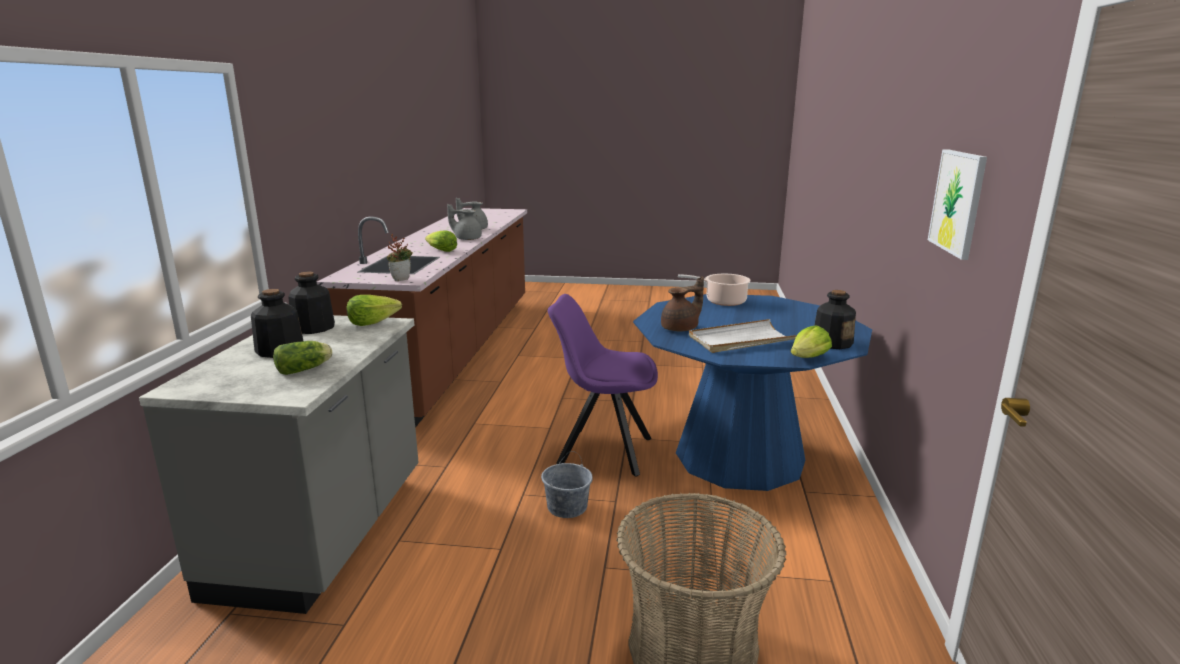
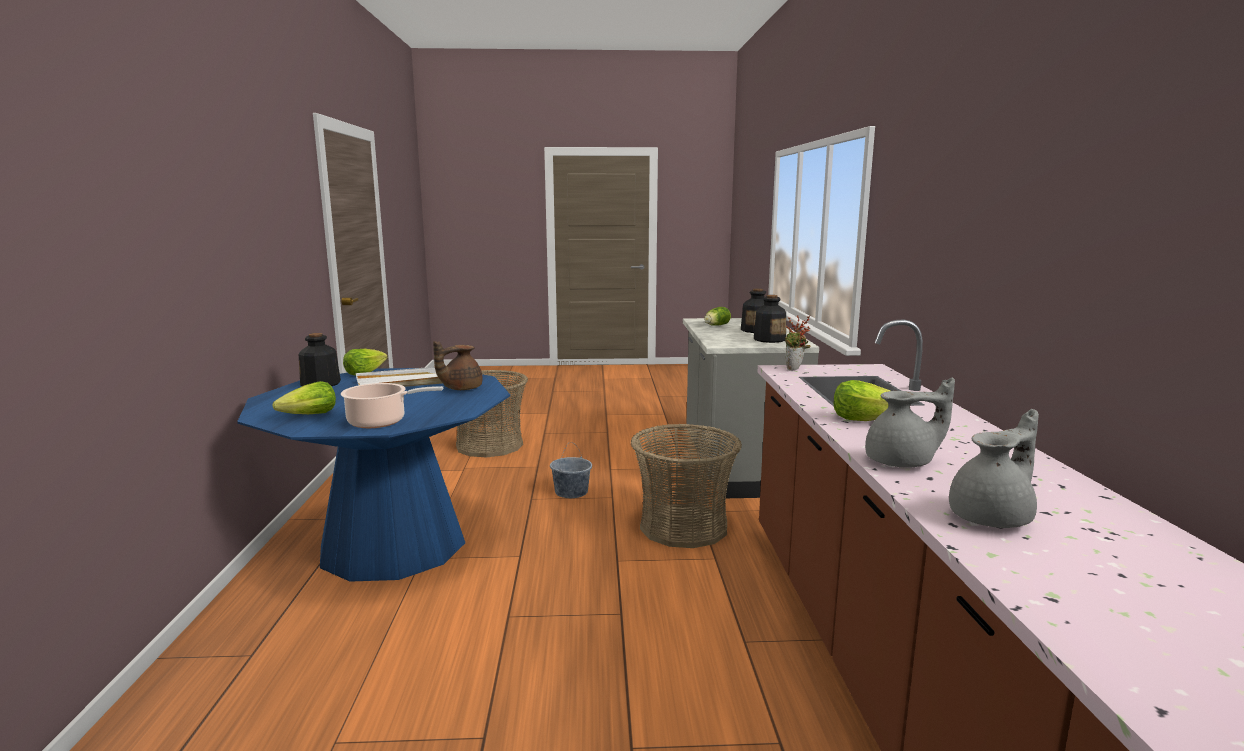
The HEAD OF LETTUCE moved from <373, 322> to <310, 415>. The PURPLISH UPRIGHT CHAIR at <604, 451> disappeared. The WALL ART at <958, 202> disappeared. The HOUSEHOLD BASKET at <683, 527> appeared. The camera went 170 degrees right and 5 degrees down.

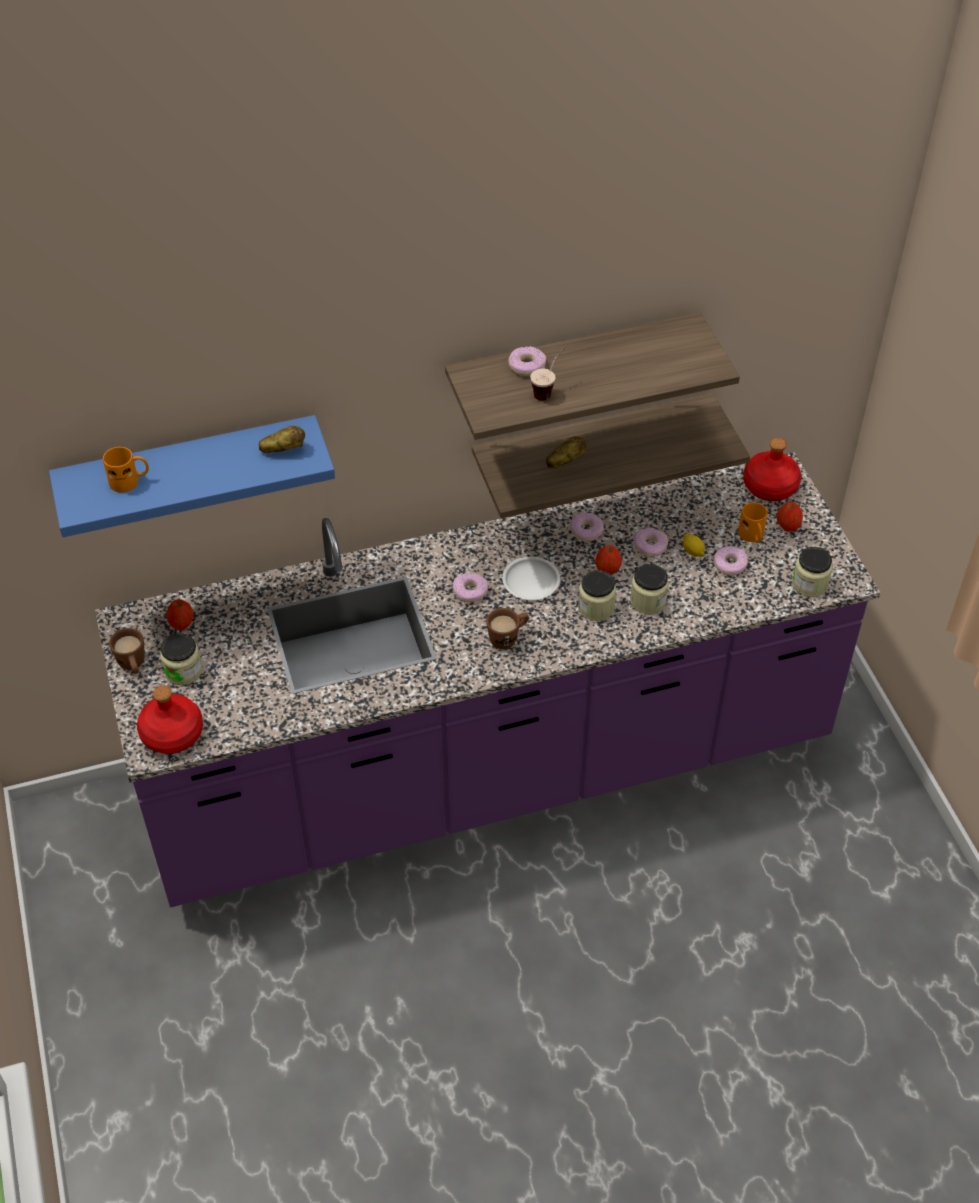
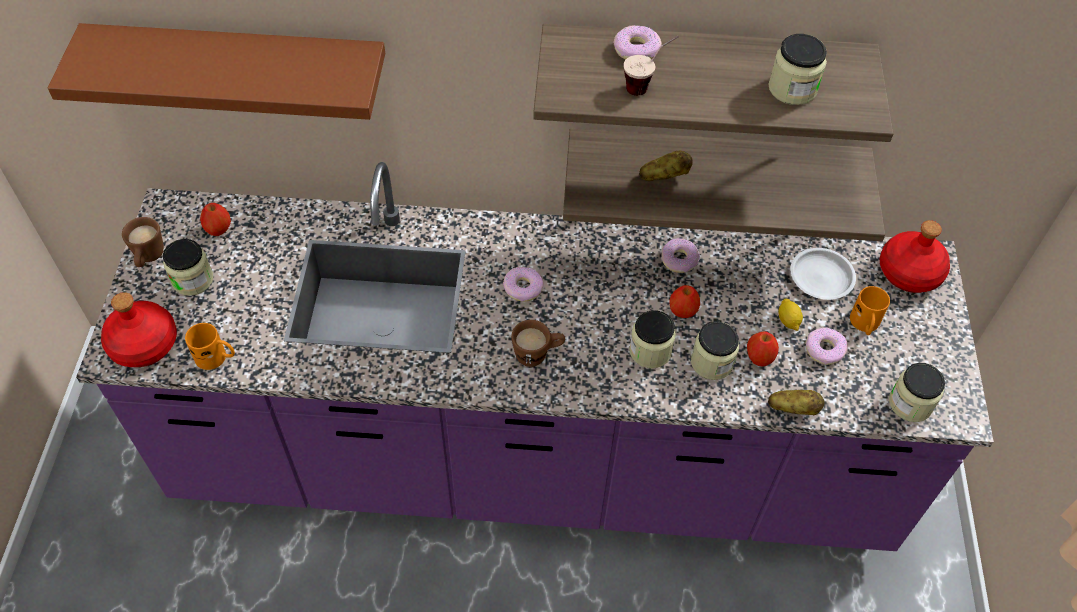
The BLUISH SHELF at <189, 471> became the BROWN SHELF at <240, 68>. The ORANGE COFFEE MUG moved from <130, 481> to <217, 357>. The SPUD moved from <283, 449> to <793, 408>. The WHITE-COLOURED FLAT DISH moved from <530, 582> to <821, 277>. The DONUT at <650, 546> disappeared. The APPLE FRUIT moved from <788, 527> to <759, 358>. The JAR at <792, 88> appeared. The camera went 20 degrees right and 5 degrees up.

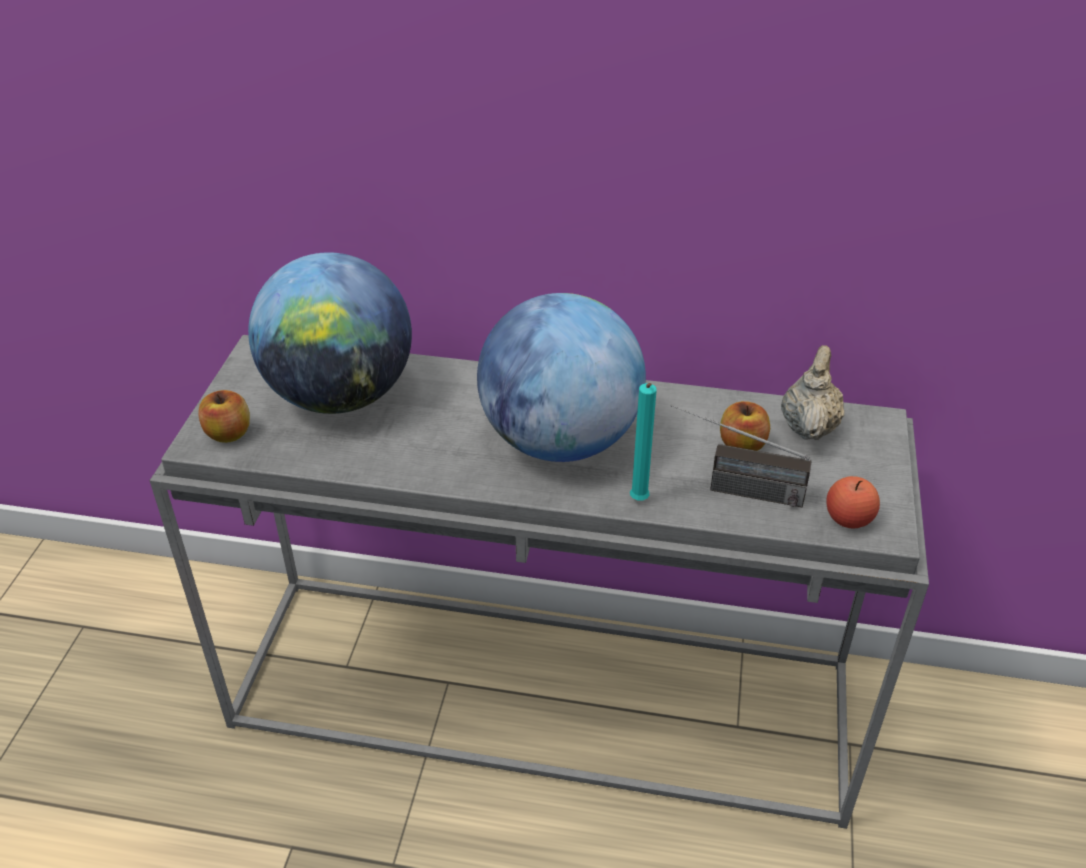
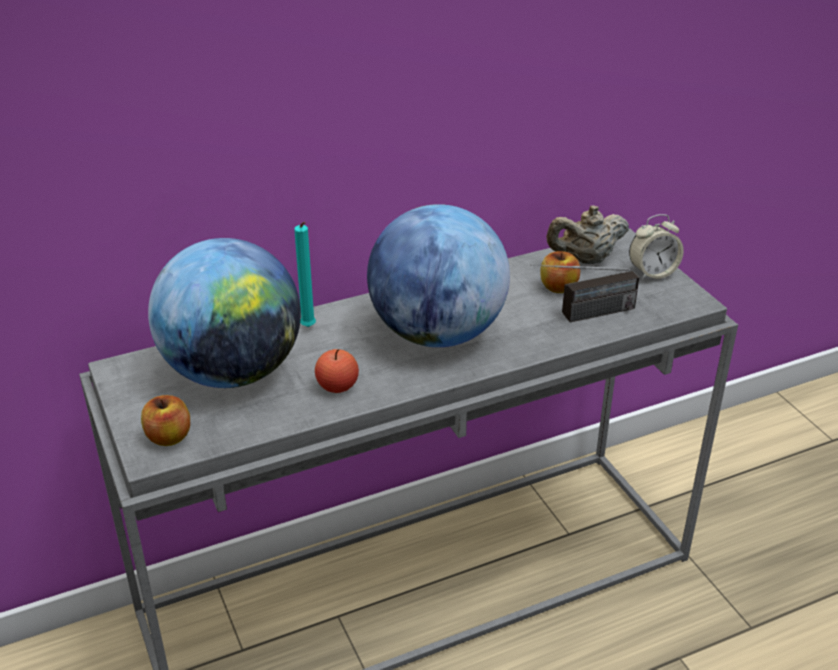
The TURQUOISE-COLOURED CANDLE moved from <638, 502> to <309, 328>. The BEIGE TEAPOT at <808, 426> turned 90 degrees counterclockwise. The APPLE FRUIT moved from <848, 518> to <337, 386>. The ALARM CLOCK at <652, 273> appeared. The camera went 35 degrees left and 5 degrees down.

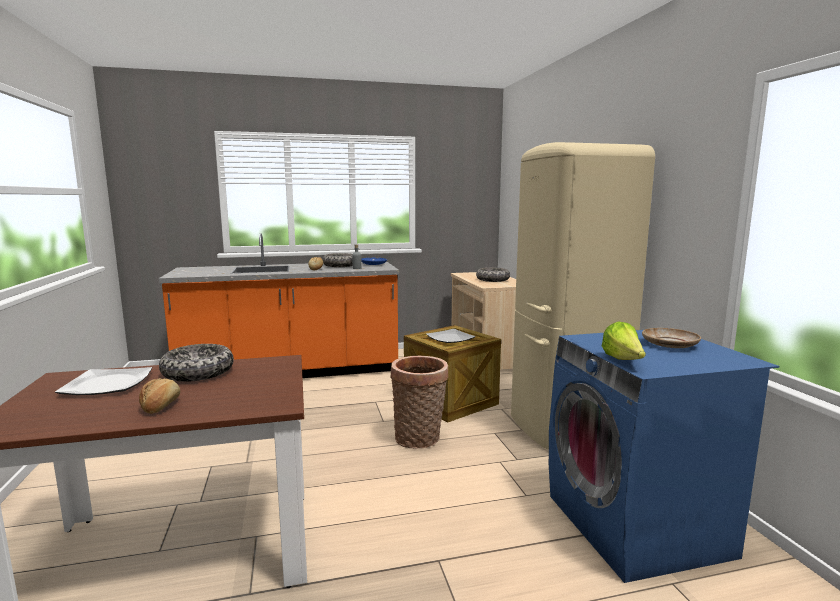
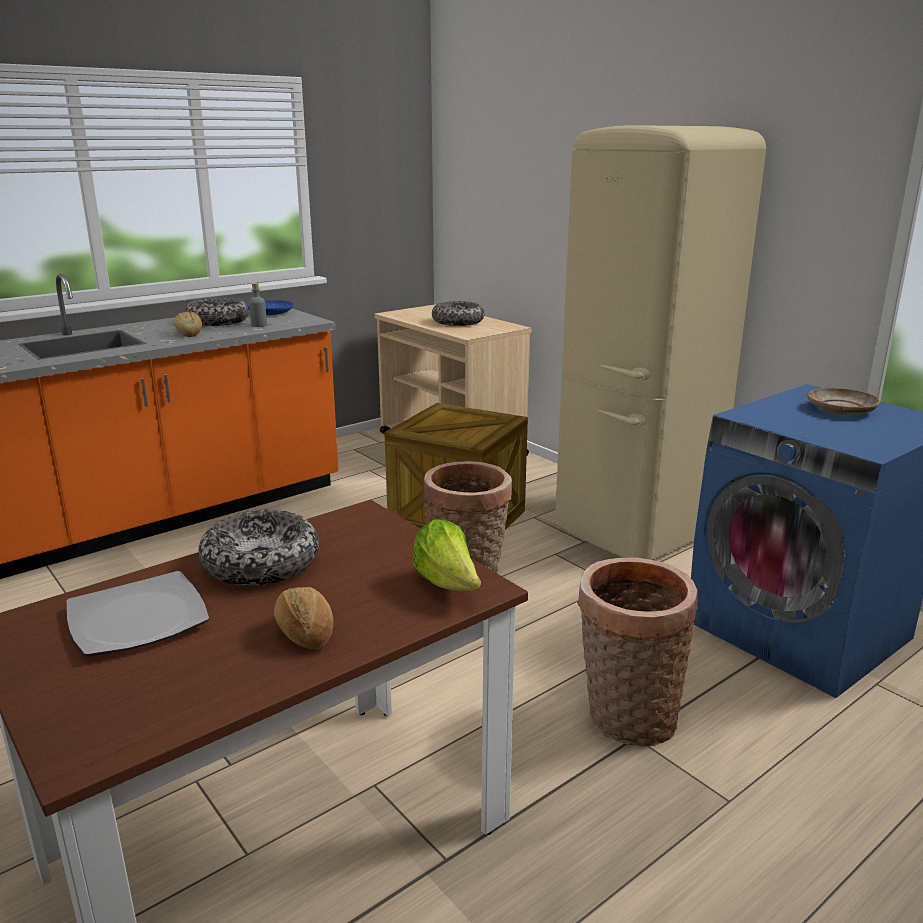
The FLAT DISH at <451, 338> disappeared. The HEAD OF LETTUCE moved from <623, 361> to <448, 584>. The HOUSEHOLD BASKET at <626, 718> appeared. The camera went 25 degrees left and 10 degrees up.

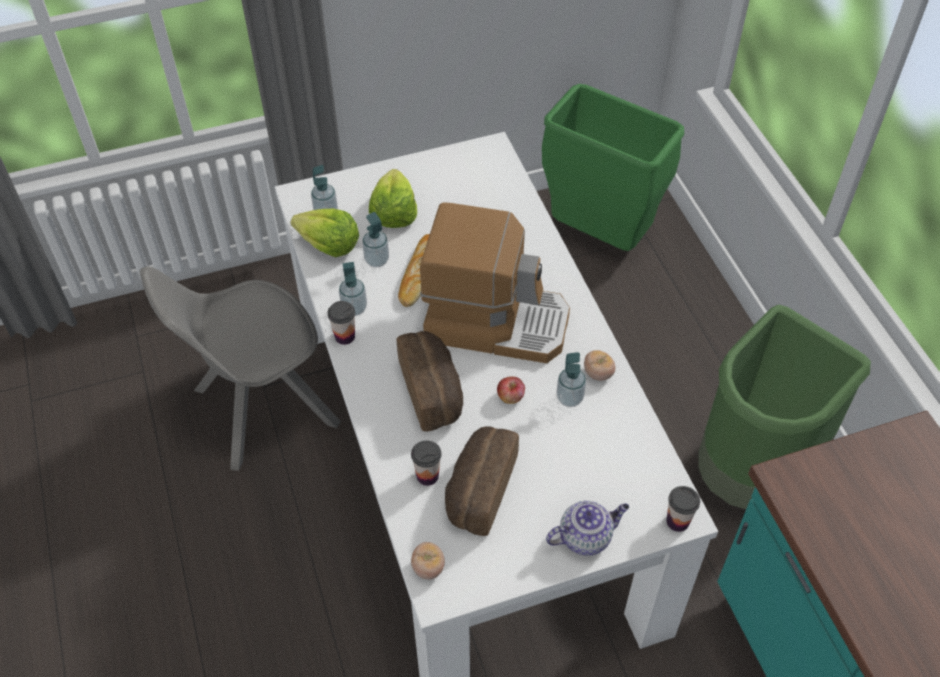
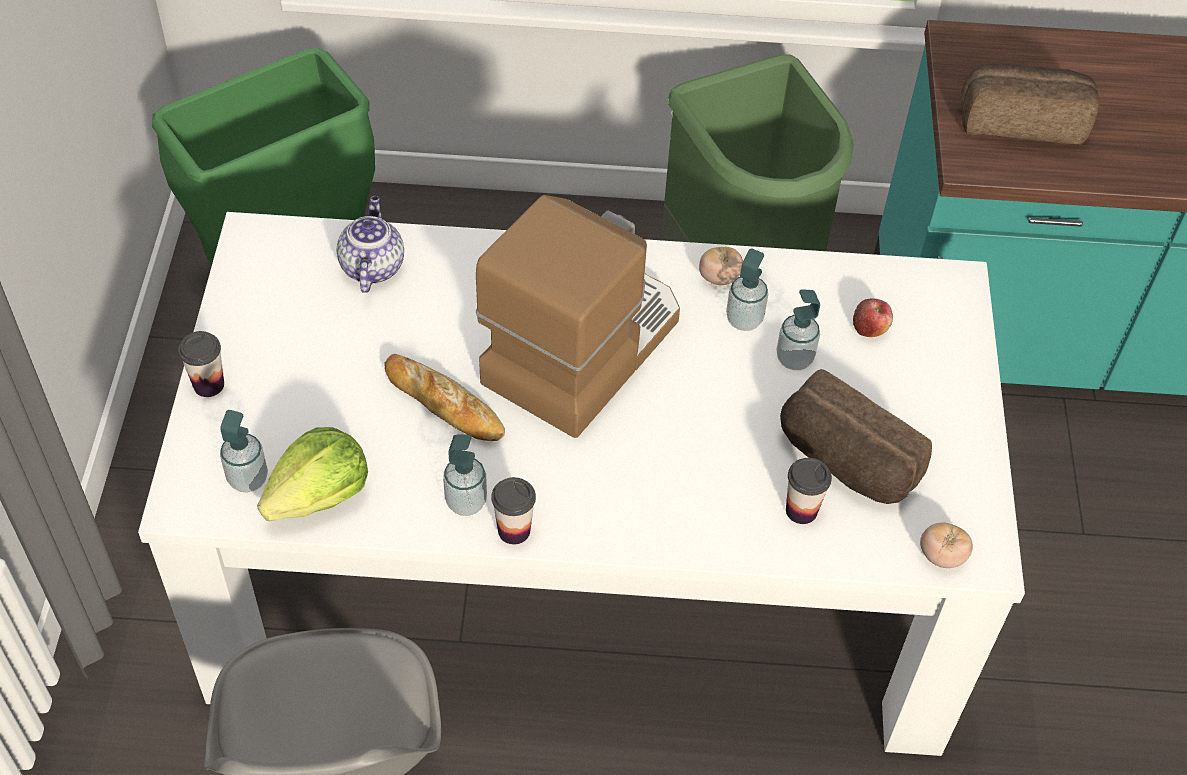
The LIQUID SOAP BOTTLE moved from <377, 260> to <794, 359>. The HEAD OF LETTUCE at <393, 213> disappeared. The BREAD moved from <433, 391> to <1021, 120>. The APPLE FRUIT moved from <510, 397> to <870, 328>. The TEAPOT moved from <586, 536> to <371, 266>. The CUP moved from <677, 521> to <208, 385>. The camera went 70 degrees left and 0 degrees up.

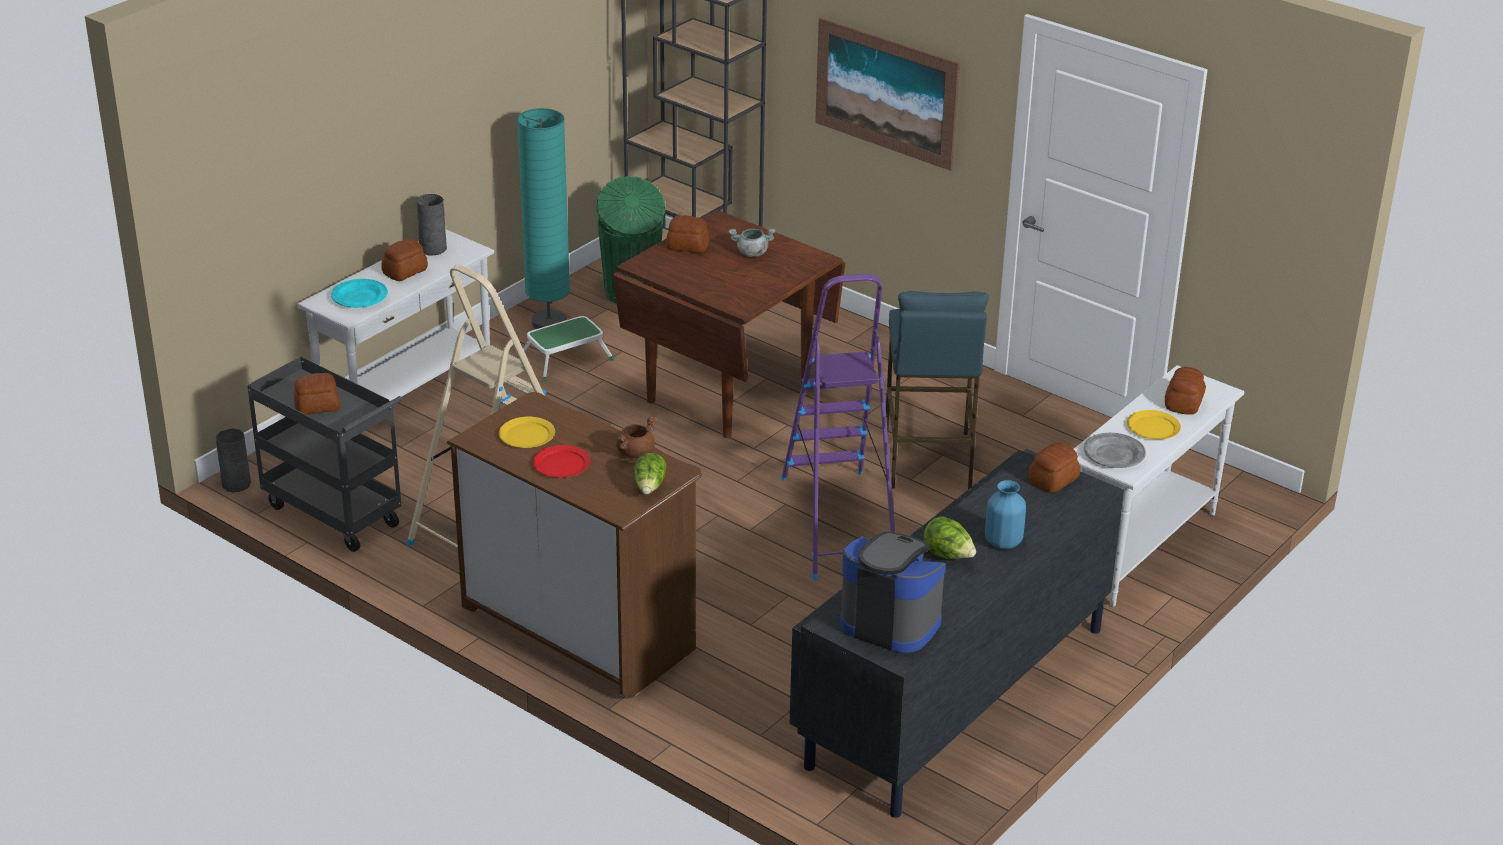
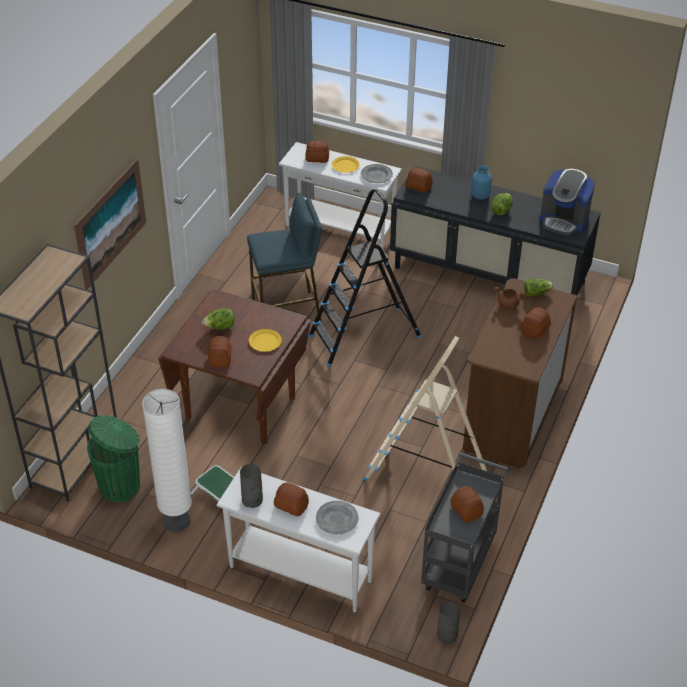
The TURQUOISE-COLOURED FLAT DISH at <359, 297> became the GREYISH FLAT DISH at <337, 519>. The YELLOW FLAT DISH moved from <527, 435> to <265, 341>. The TURQUOISE-COLOURED STANDARD LAMP at <549, 323> became the WHITE-COLOURED STANDARD LAMP at <176, 521>. The RED-COLOURED FLAT DISH at <561, 464> was replaced by the BREAD at <535, 329>. The GREYISH COOKING POT at <751, 253> was replaced by the HEAD OF LETTUCE at <220, 327>. The PURPLISH STEP STOOL at <837, 523> became the BLACK-COLOURED STEP STOOL at <364, 336>. The COFFEE MACHINE at <890, 622> turned 75 degrees counterclockwise. The camera went 105 degrees left and 10 degrees up.

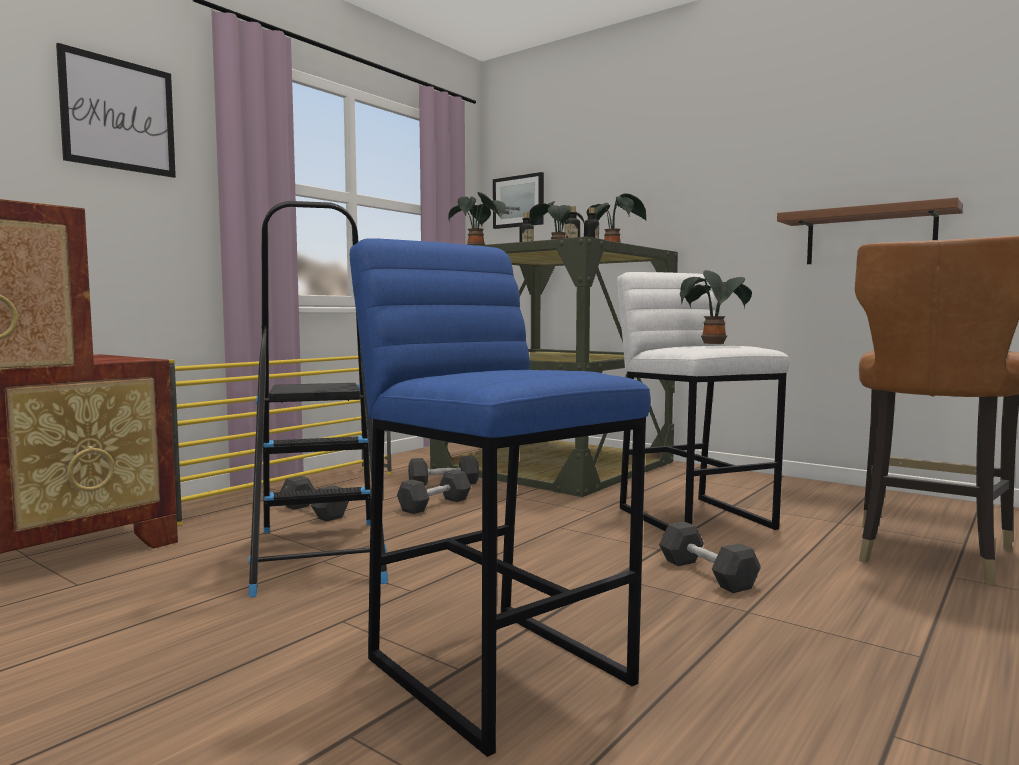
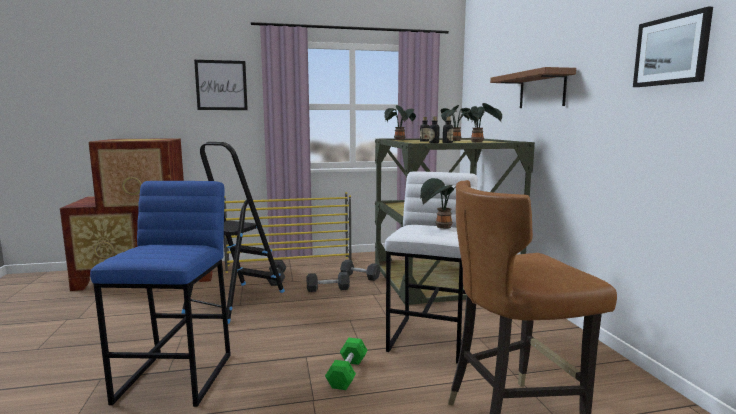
The WALL ART moved from <518, 201> to <671, 50>. The GREYISH HAND WEIGHT at <707, 574> became the GREENISH HAND WEIGHT at <347, 373>. The BROWN SHELF moved from <870, 236> to <542, 90>. The camera went 40 degrees right and 5 degrees up.

